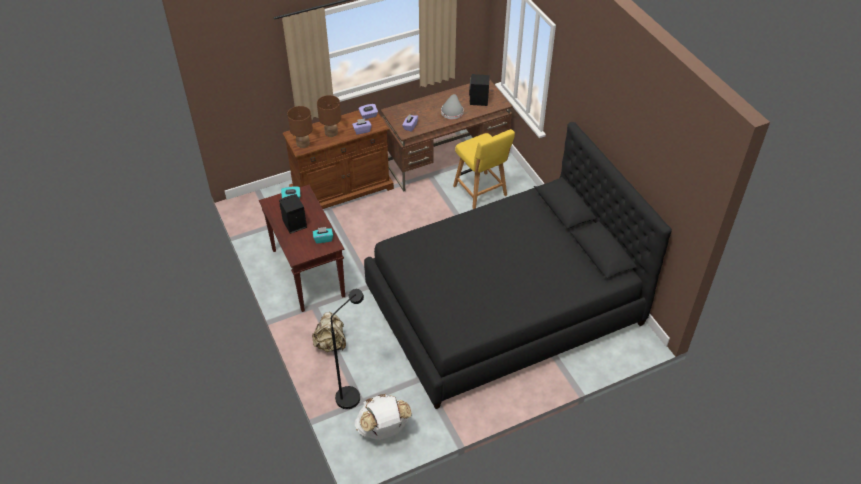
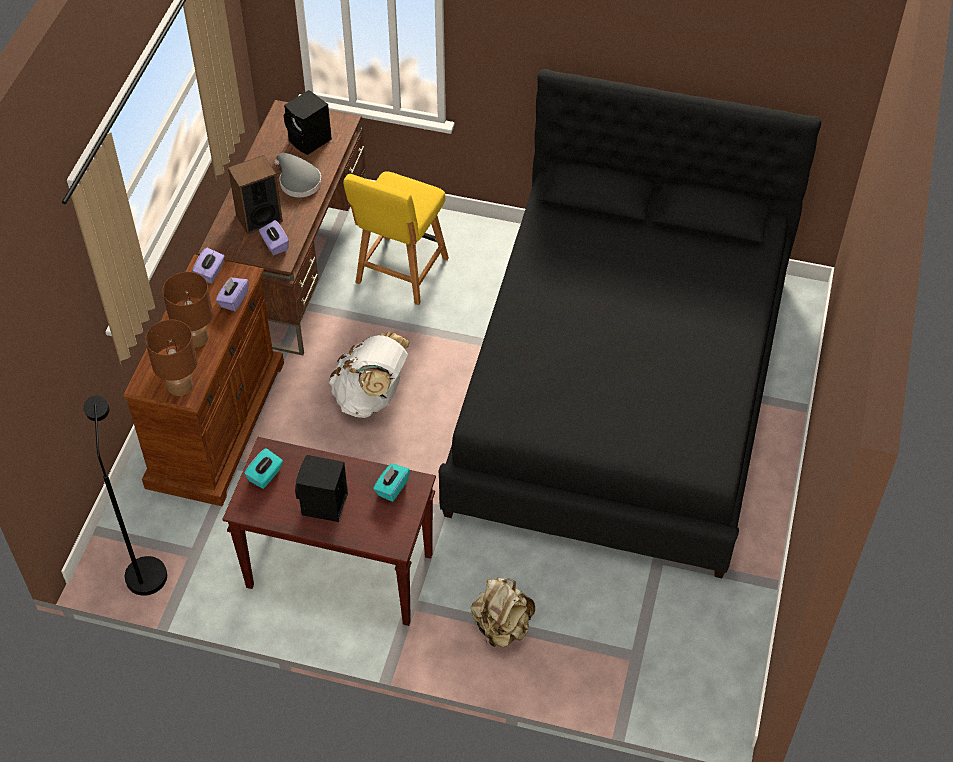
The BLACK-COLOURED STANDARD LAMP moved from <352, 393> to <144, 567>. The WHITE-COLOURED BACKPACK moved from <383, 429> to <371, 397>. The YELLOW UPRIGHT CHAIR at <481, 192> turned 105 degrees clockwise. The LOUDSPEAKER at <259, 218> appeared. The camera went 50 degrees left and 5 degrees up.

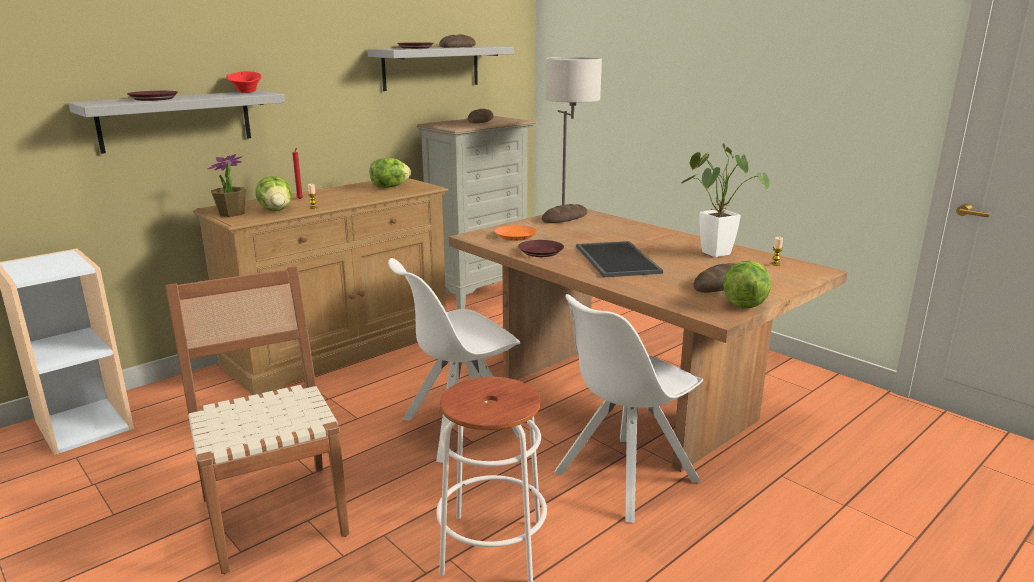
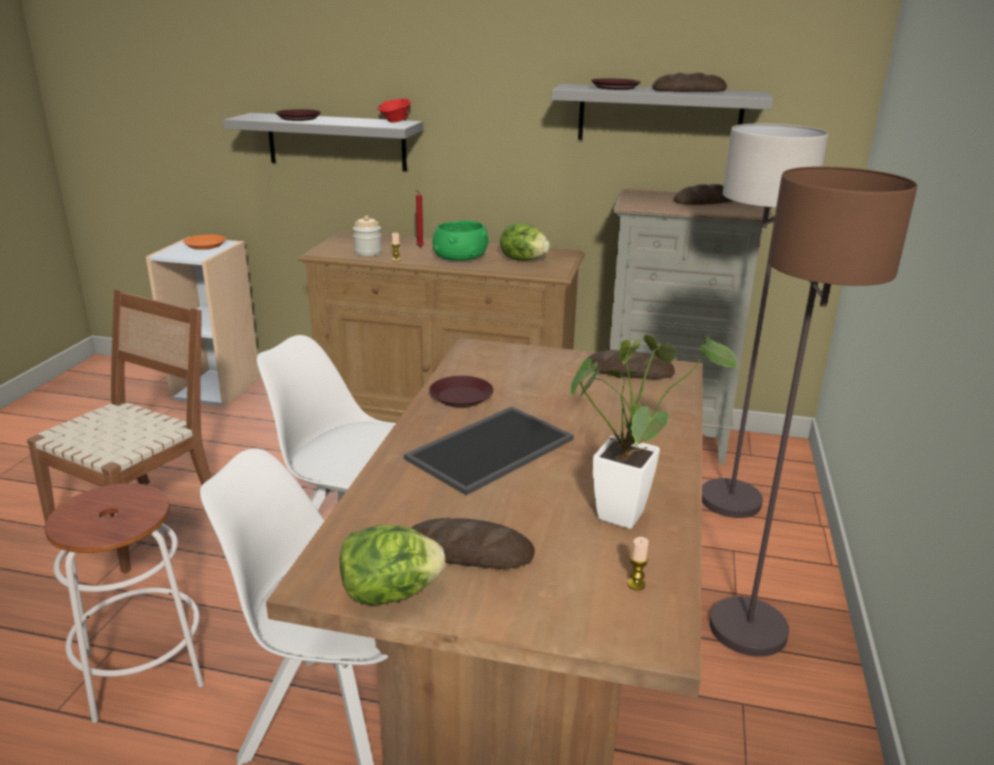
The POTTED PLANT at <231, 214> disappeared. The HEAD OF LETTUCE at <276, 210> was replaced by the JAR at <368, 252>. The ORANGE FLAT DISH moved from <516, 236> to <206, 245>. The GREENISH SERVING BOWL at <460, 257> appeared. The BROWN STANDARD LAMP at <752, 646> appeared. The camera went 55 degrees right and 5 degrees up.

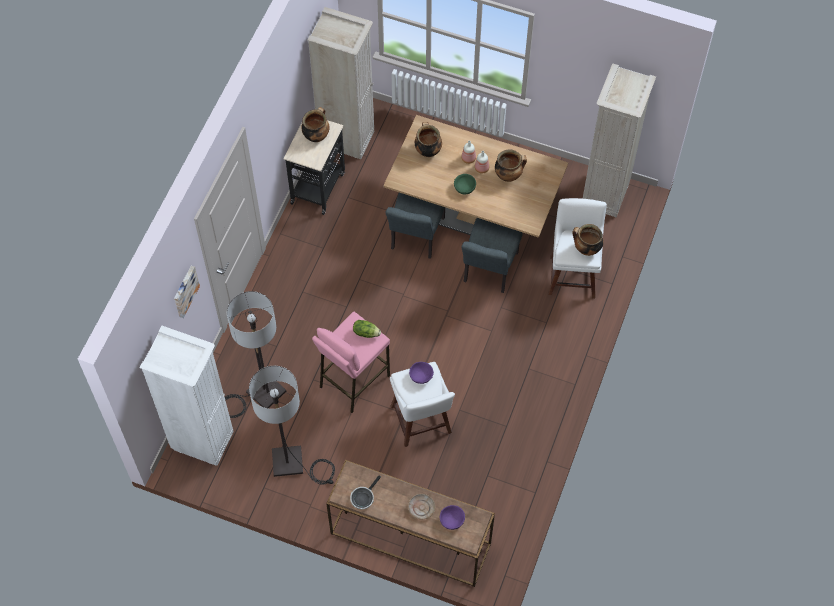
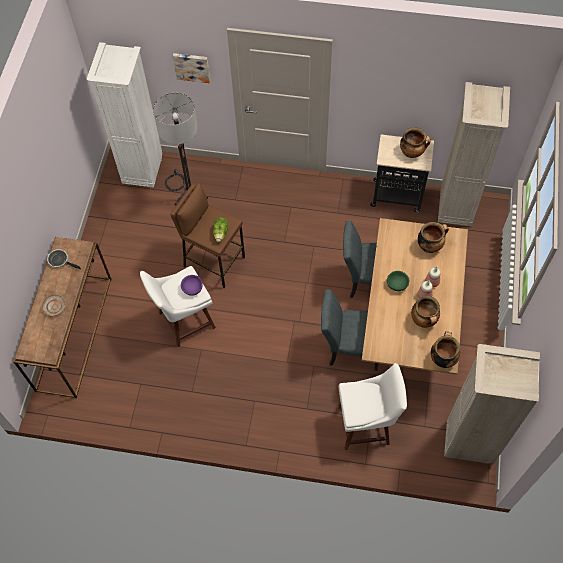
The STANDARD LAMP at <297, 465> disappeared. The PINKISH SITTING STOOL at <353, 381> became the BROWN SITTING STOOL at <214, 262>. The PURPLISH SERVING BOWL at <452, 521> disappeared. The COOKING POT moved from <586, 249> to <442, 358>. The camera went 80 degrees right and 0 degrees up.

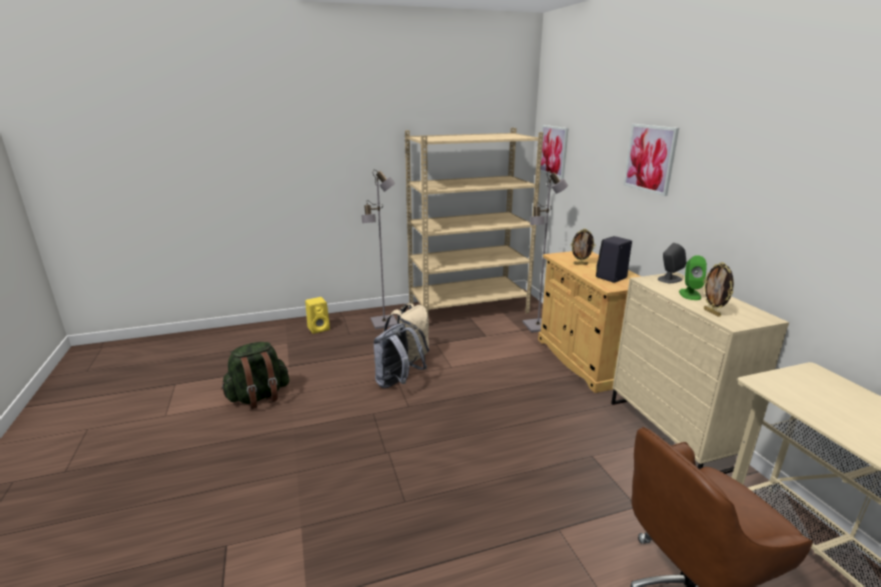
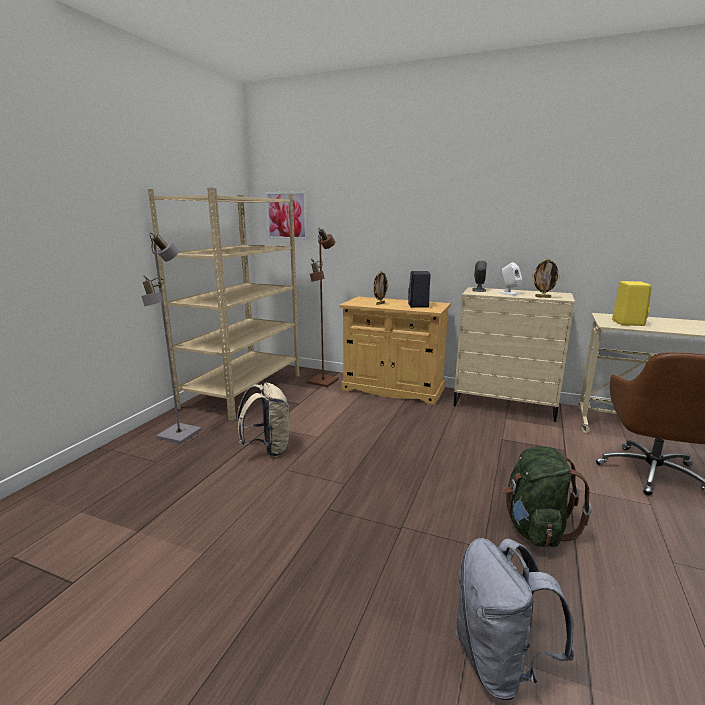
The GREENISH BACKPACK moved from <259, 397> to <535, 528>. The YELLOW LOUDSPEAKER moved from <319, 328> to <627, 322>. The GREYISH BACKPACK moved from <397, 383> to <500, 662>. The GREYISH STANDARD LAMP at <537, 326> became the BROWN STANDARD LAMP at <323, 381>. The WALL ART at <650, 158> disappeared. The GREENISH LOUDSPEAKER at <689, 294> became the WHITE-COLOURED LOUDSPEAKER at <509, 293>. The camera went 50 degrees left and 5 degrees down.

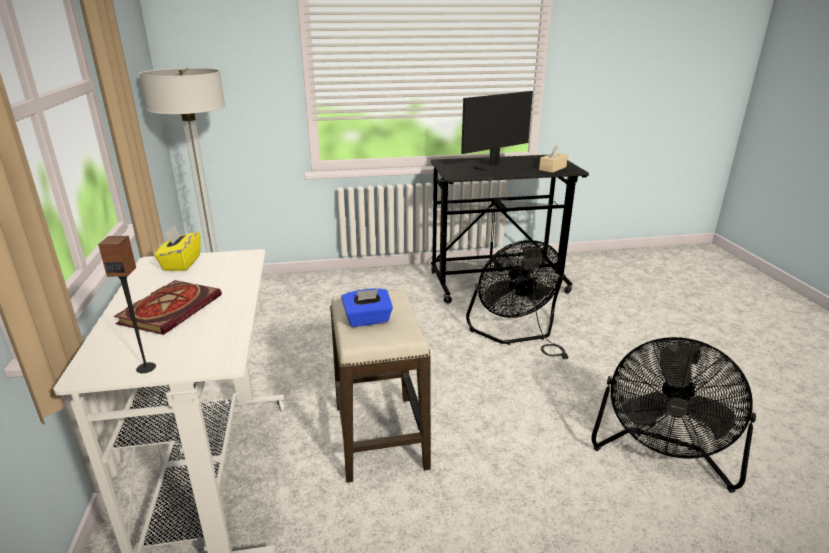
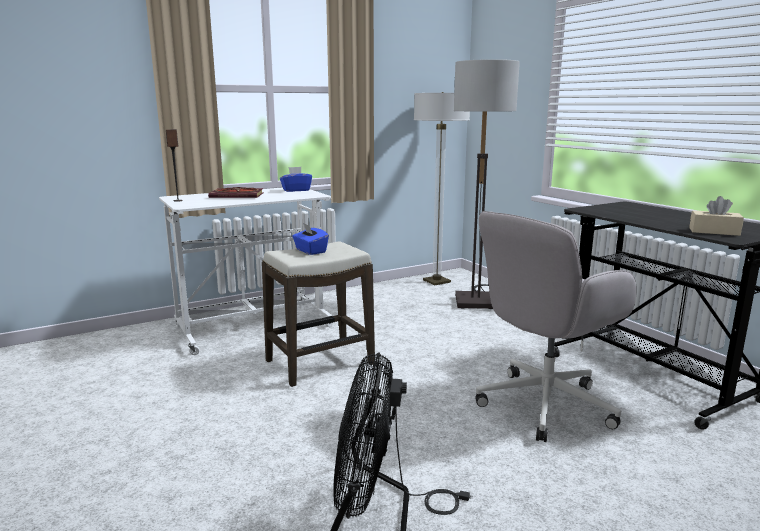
The YELLOW TISSUE HOLDER at <181, 263> became the BLUISH TISSUE HOLDER at <296, 190>. The MONITOR at <499, 167> disappeared. The BLACK-COLOURED COOLING FAN at <523, 334> was replaced by the GREYISH DESK CHAIR at <544, 406>. The STANDARD LAMP at <479, 299> appeared. The camera went 70 degrees right and 10 degrees down.

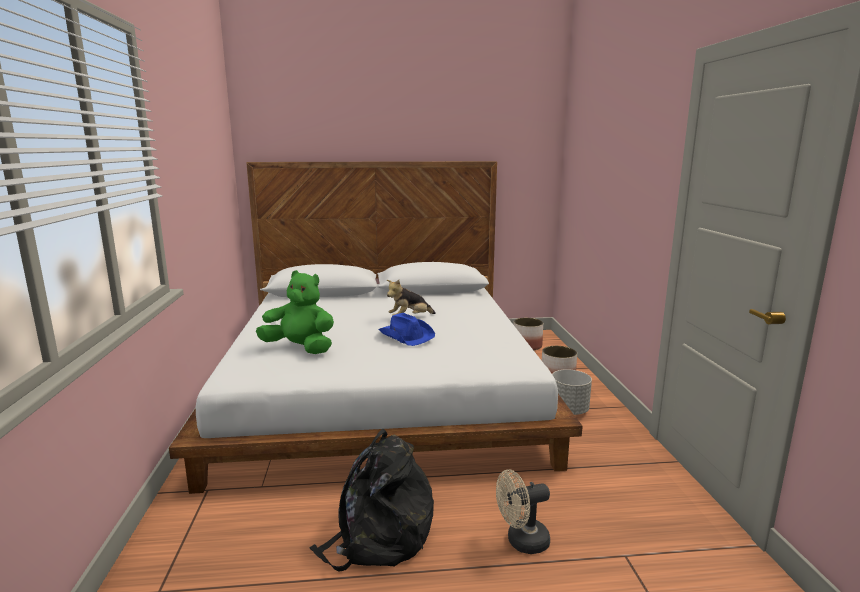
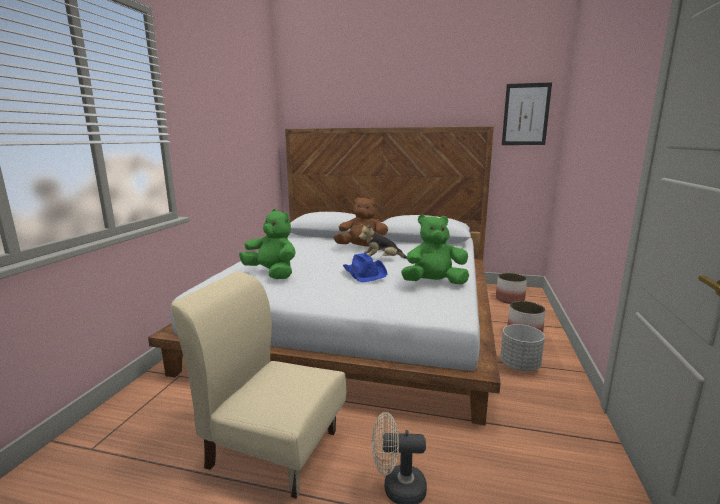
The BLACK-COLOURED BACKPACK at <378, 537> was replaced by the BEIGE UPRIGHT CHAIR at <273, 447>. The BROWN SOFT TOY at <362, 248> appeared. The GREENISH SOFT TOY at <434, 283> appeared. The WALL ART at <526, 114> appeared. The camera went 20 degrees right and 0 degrees up.

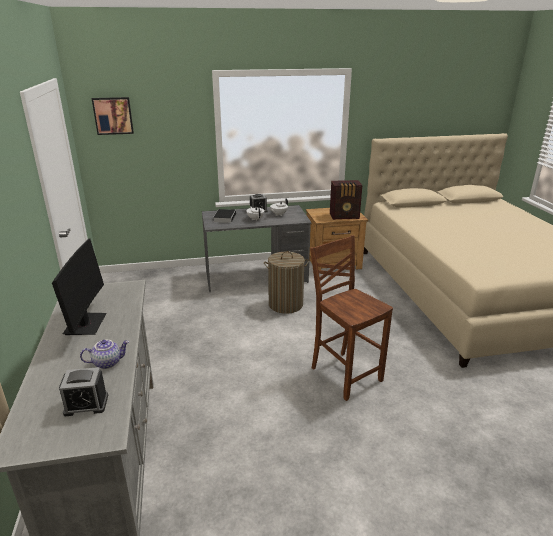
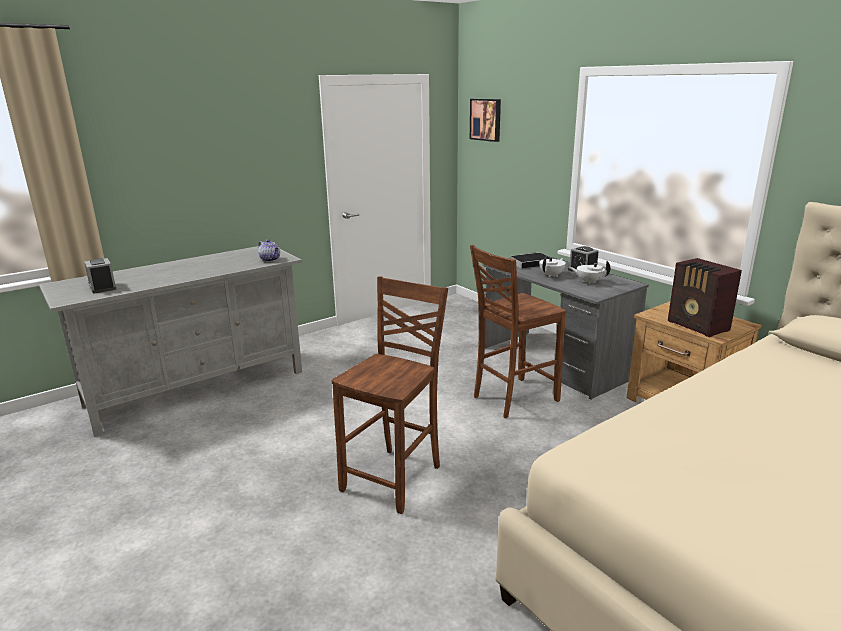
The MONITOR at <85, 324> disappeared. The TEAPOT moved from <107, 362> to <270, 259>. The WASHING BASKET at <285, 304> was replaced by the BROWN UPRIGHT CHAIR at <513, 398>. The camera went 65 degrees right and 5 degrees down.

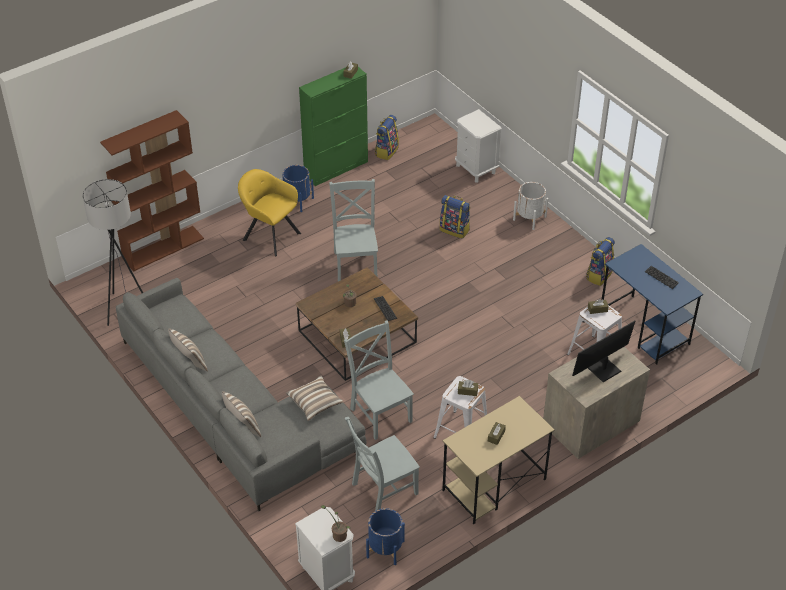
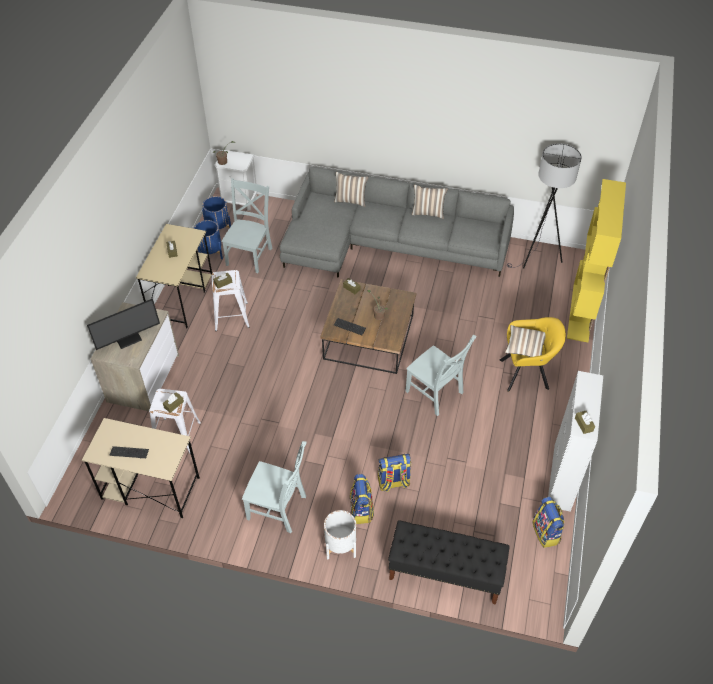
The BROWN SHELVING UNIT at <163, 248> became the YELLOW SHELVING UNIT at <581, 313>. The BLUISH FLOWER POT moved from <297, 201> to <210, 253>. The THROW PILLOW moved from <315, 403> to <525, 347>. The GREENISH STORAGE CABINET at <336, 168> became the WHITE-COLOURED STORAGE CABINET at <562, 477>. The GREYISH UPRIGHT CHAIR moved from <380, 413> to <279, 509>. The WHITE-COLOURED NIGHTSTAND at <476, 169> was replaced by the BLACK-COLOURED INDOOR BENCH at <445, 573>. The MONITOR at <603, 368> turned 45 degrees clockwise. The BACKPACK moved from <599, 275> to <361, 510>. The BLUISH DESK UNIT at <644, 329> became the BEIGE DESK UNIT at <150, 488>. The camera went 140 degrees right and 5 degrees up.

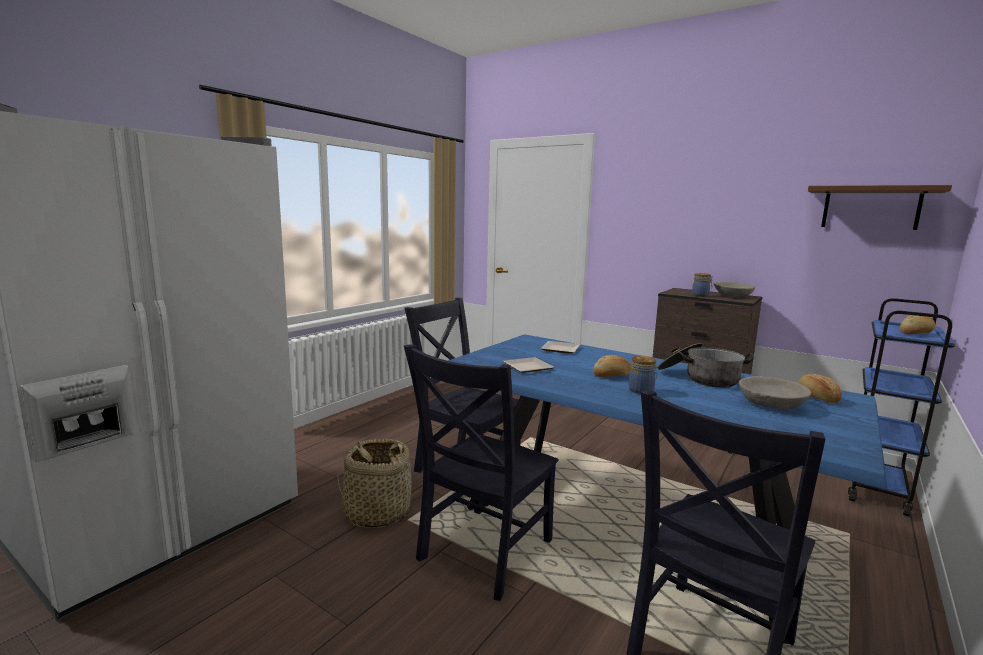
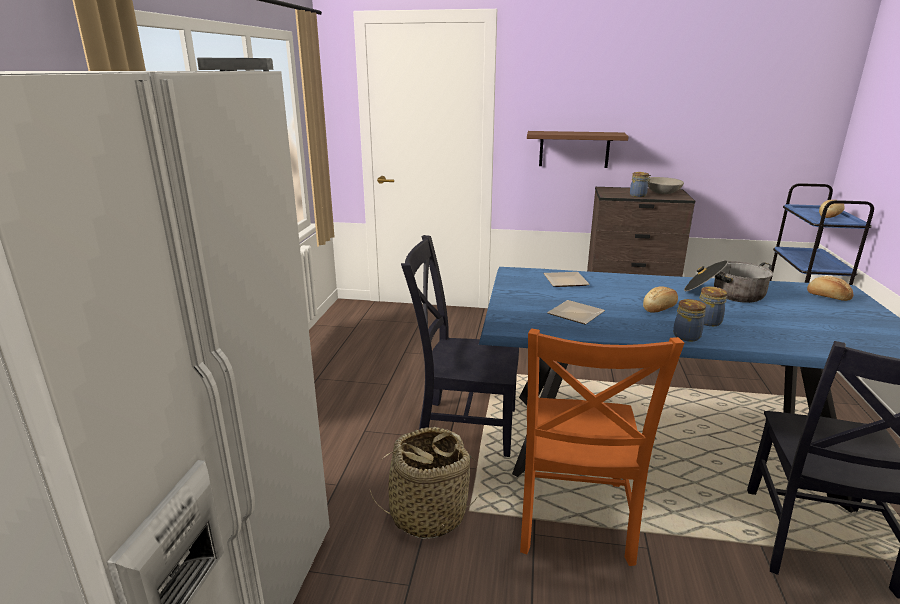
The BLACK-COLOURED UPRIGHT CHAIR at <482, 553> became the ORANGE UPRIGHT CHAIR at <573, 520>. The GREYISH SERVING BOWL at <771, 404> disappeared. The BROWN SHELF moved from <870, 208> to <574, 149>. The JAR at <687, 336> appeared. The camera went 25 degrees left and 10 degrees up.

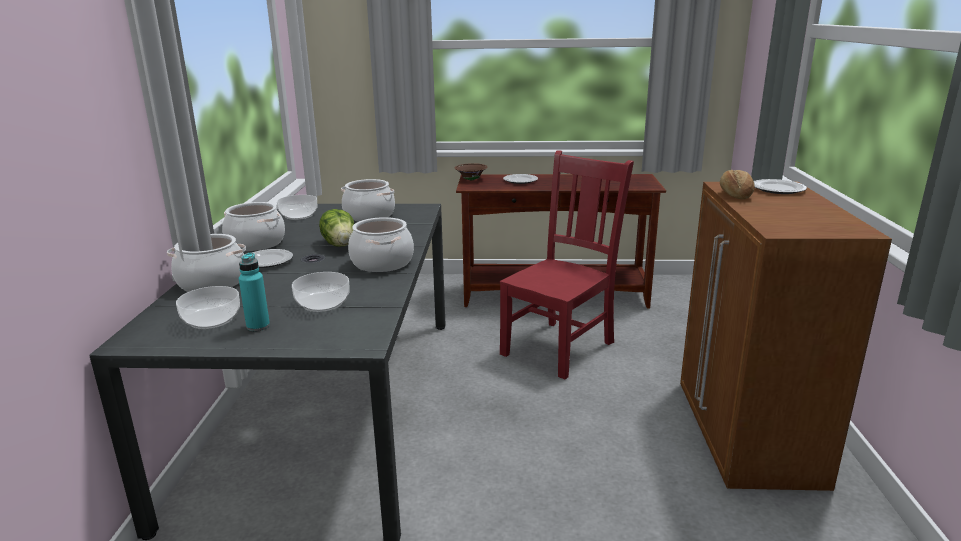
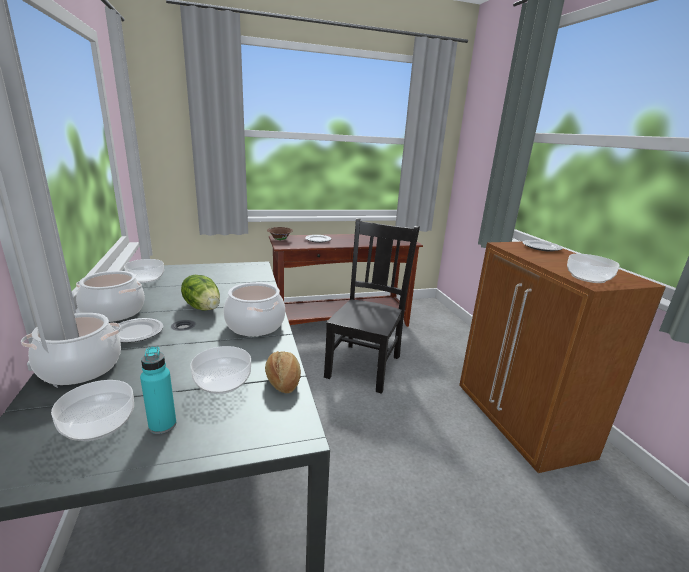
The COOKING POT at <369, 216> disappeared. The RED-COLOURED UPRIGHT CHAIR at <560, 347> became the BLACK-COLOURED UPRIGHT CHAIR at <365, 365>. The BREAD moved from <735, 195> to <282, 380>. The SERVING BOWL at <588, 278> appeared. The camera went 20 degrees left and 0 degrees up.

